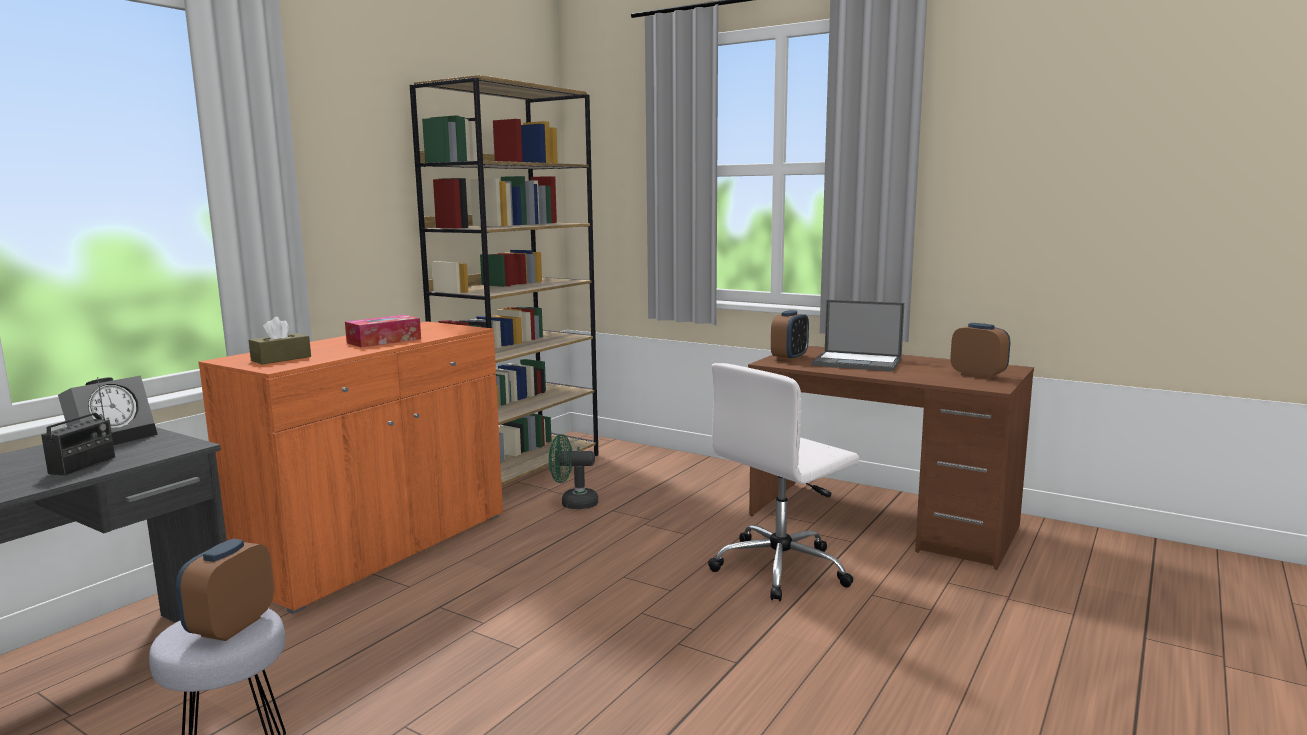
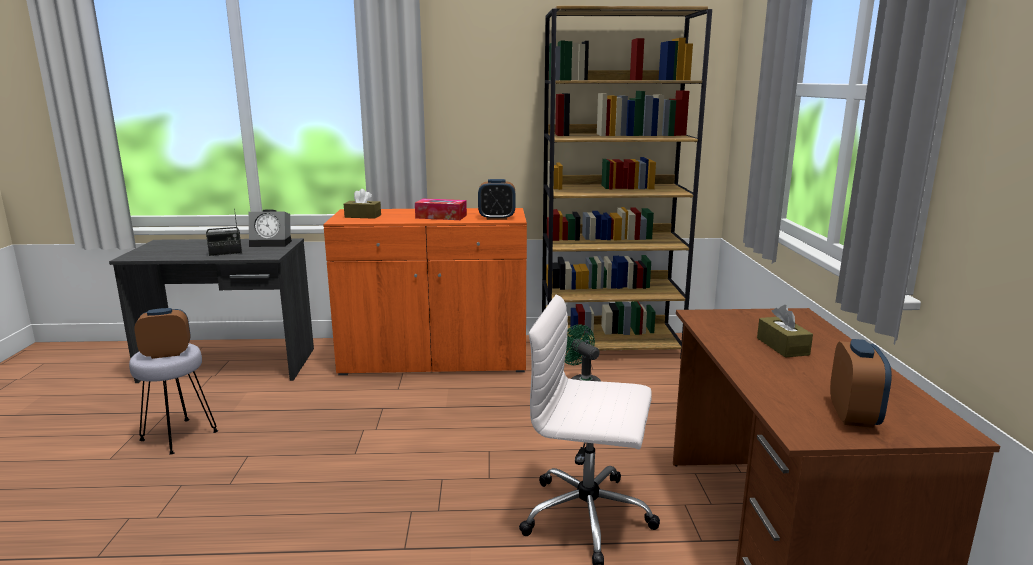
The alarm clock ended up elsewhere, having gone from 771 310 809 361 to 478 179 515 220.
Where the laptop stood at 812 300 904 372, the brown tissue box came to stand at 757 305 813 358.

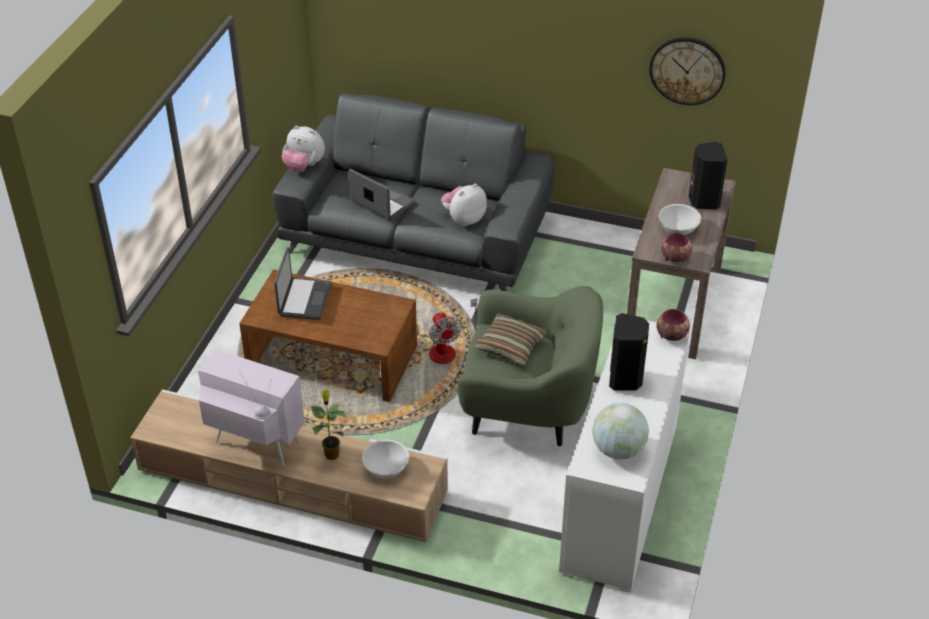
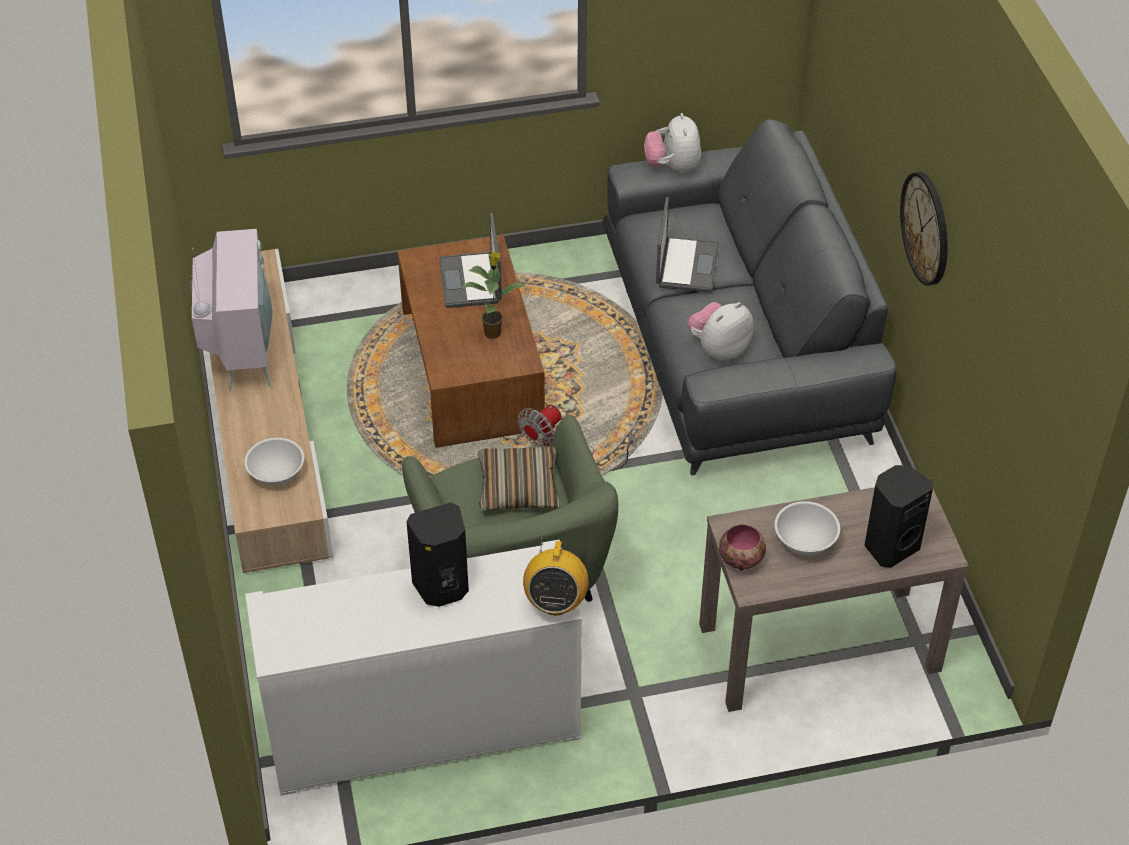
The laptop at 274 247 332 320 ended up facing another way, 105 degrees clockwise from before.
The potted plant ended up elsewhere, having gone from 311 390 347 460 to 461 251 525 339.
Where the bowl stood at 656 309 690 341, the radio came to stand at 523 539 589 616.
The plush toy at 441 183 487 226 ended up facing another way, 60 degrees counterclockwise from before.
The wall clock ended up elsewhere, having gone from 649 37 725 105 to 900 172 948 286.
The second view lost the globe at 592 403 649 460.

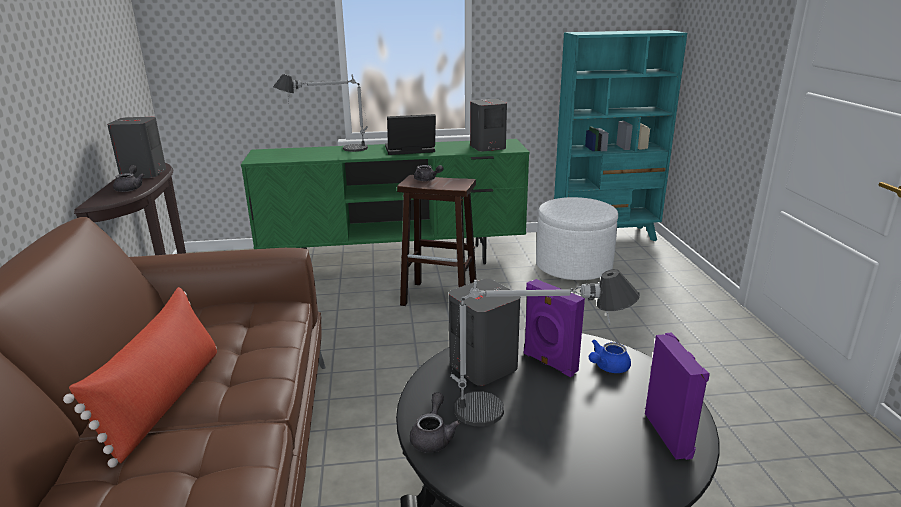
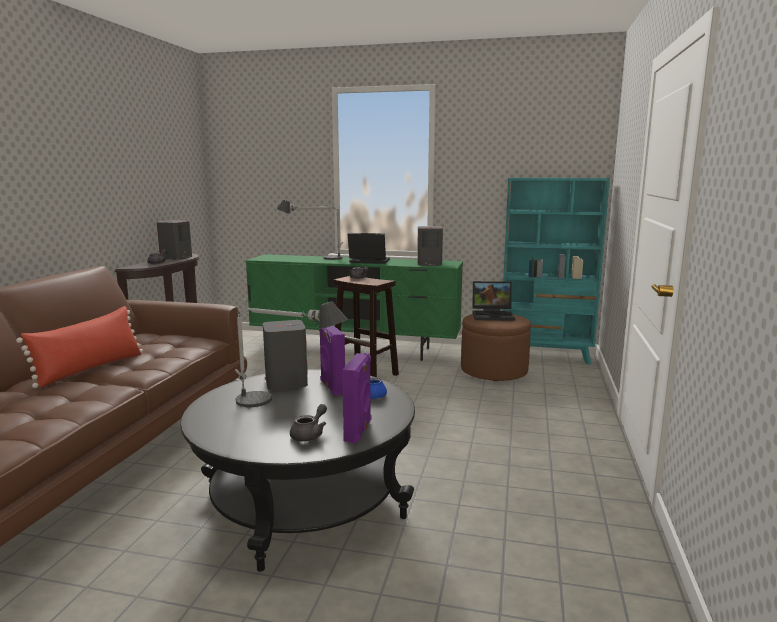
The grey teapot ended up elsewhere, having gone from 410 392 460 453 to 290 404 327 441.
What was the white ottoman at 536 197 618 280 turned into the brown ottoman at 461 314 531 381.
The second view gained the laptop at 472 281 515 321.

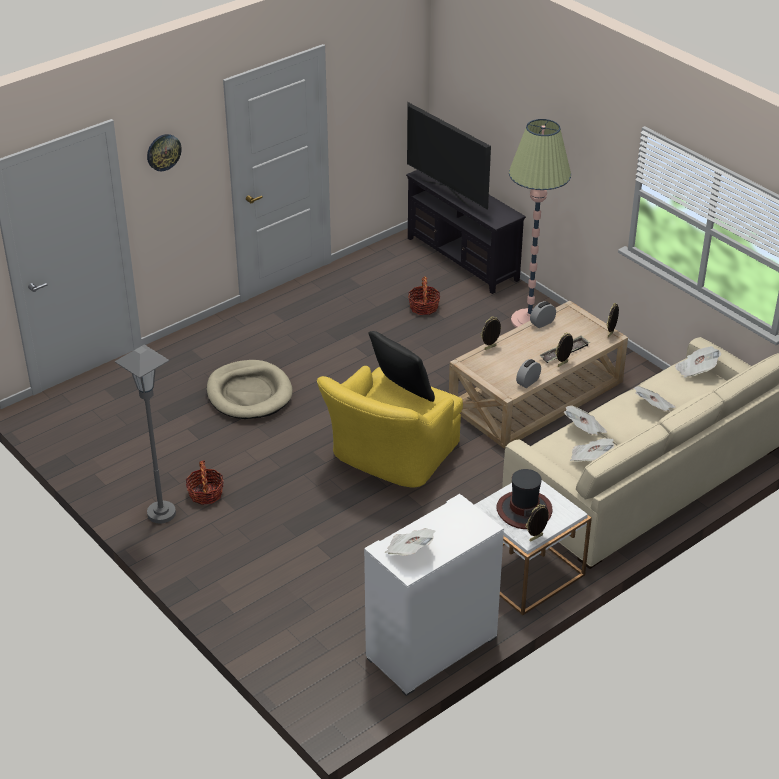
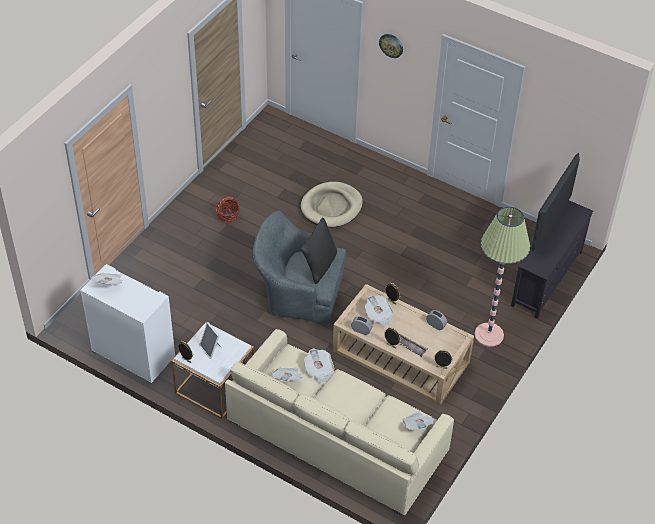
Where the hat stood at 496 469 553 529, the picture frame came to stand at 199 322 222 359.
What was the yellow armchair at 317 366 463 487 turned into the grey armchair at 253 211 346 324.
The newspaper ended up elsewhere, having gone from 634 386 676 411 to 365 295 394 327.
The second view lost the grey floor lamp at 115 344 176 523.
The second view lost the basket at 408 276 440 315.

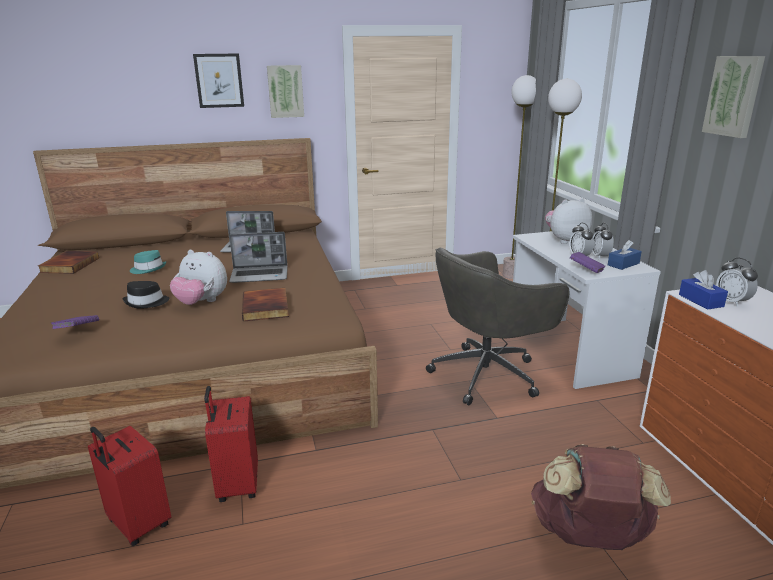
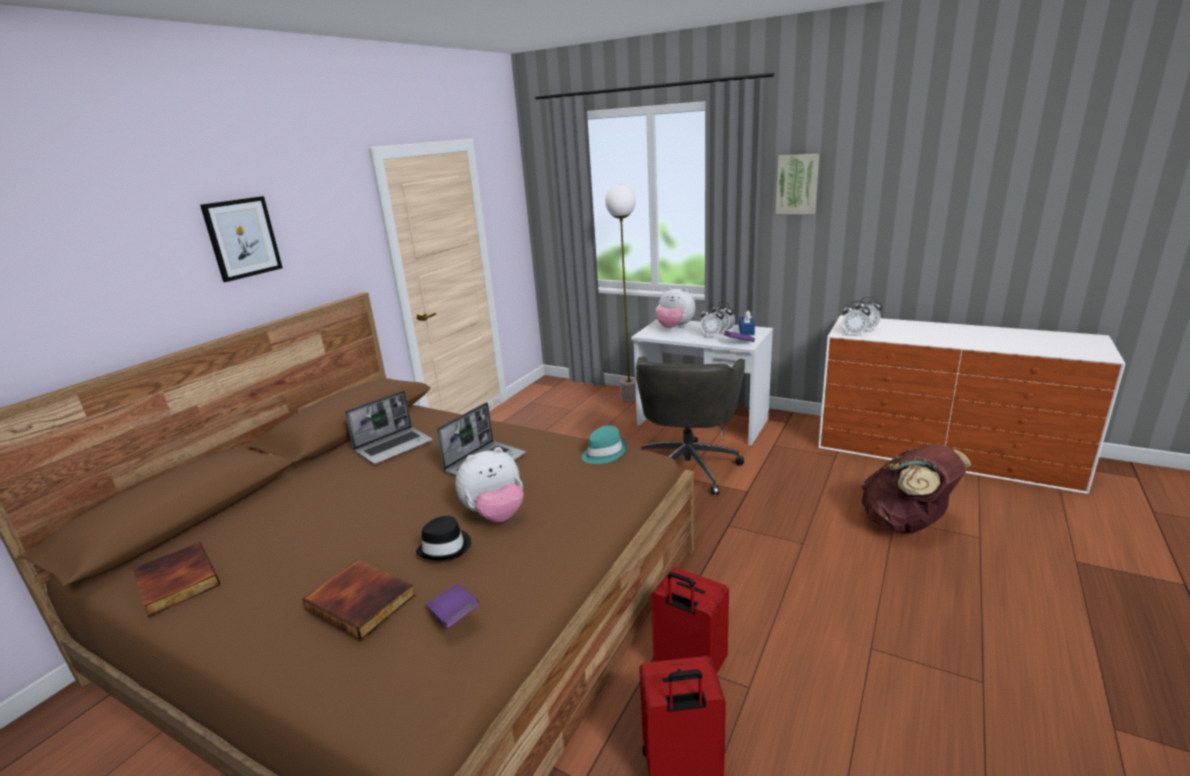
The book ended up elsewhere, having gone from 242 288 289 321 to 302 560 415 640.
The turquoise hat ended up elsewhere, having gone from 130 250 166 274 to 582 425 627 464.
The plush toy at 545 198 592 244 ended up facing another way, 90 degrees counterclockwise from before.
Where the blue tissue box stood at 679 270 728 310, the alarm clock came to stand at 842 301 871 337.
The second view lost the picture at 267 65 304 118.
The second view lost the floor lamp at 503 75 536 279.

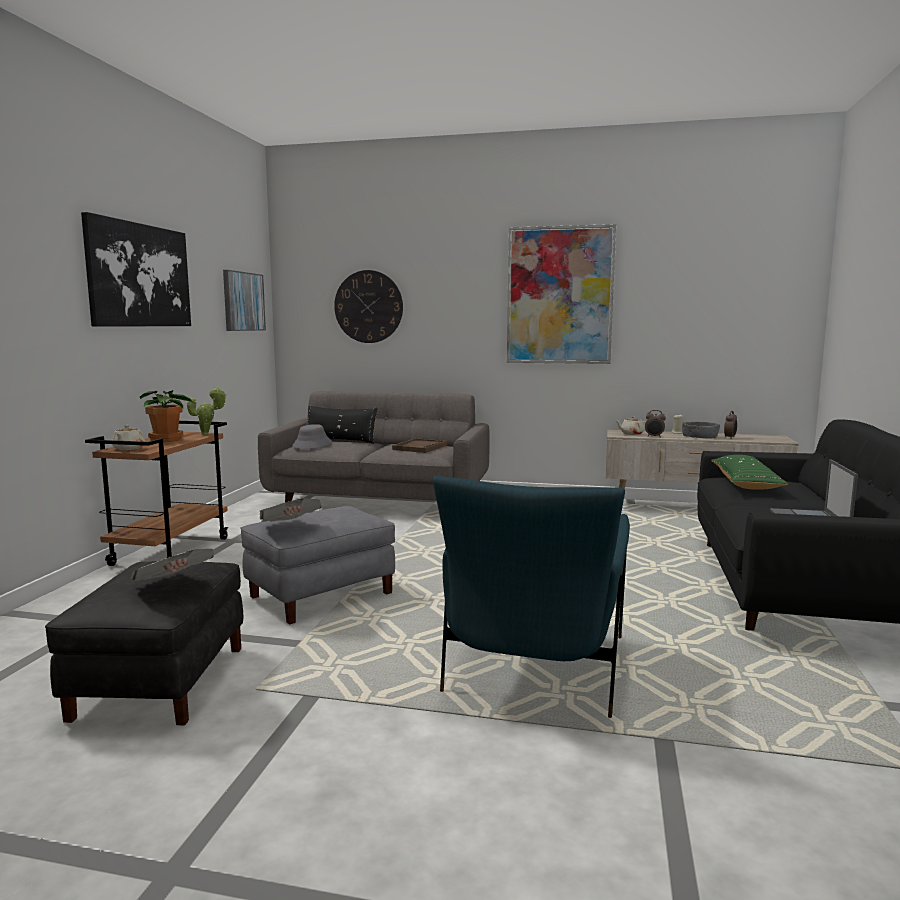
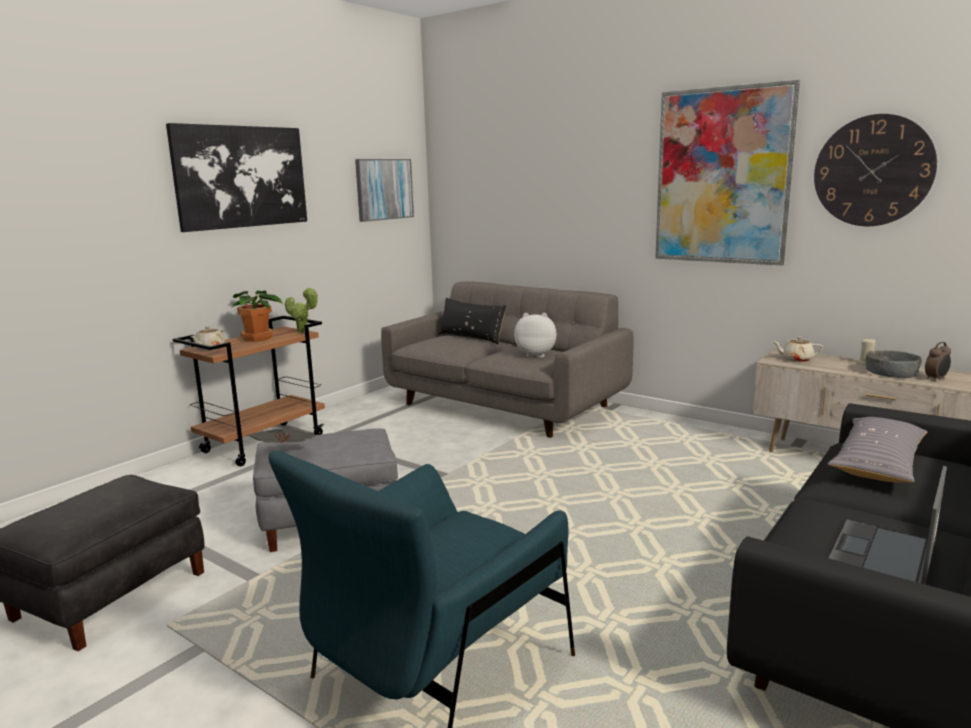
Where the brown tray stood at 392 438 447 453, the plush toy came to stand at 514 313 557 358.
The wall clock ended up elsewhere, having gone from 334 270 403 343 to 814 114 937 226.
What was the green pillow at 711 455 788 489 turned into the grey pillow at 828 417 928 482.
The second view lost the newspaper at 130 549 214 581.
The second view lost the grey hat at 292 424 332 449.
The second view lost the alarm clock at 645 410 666 437.

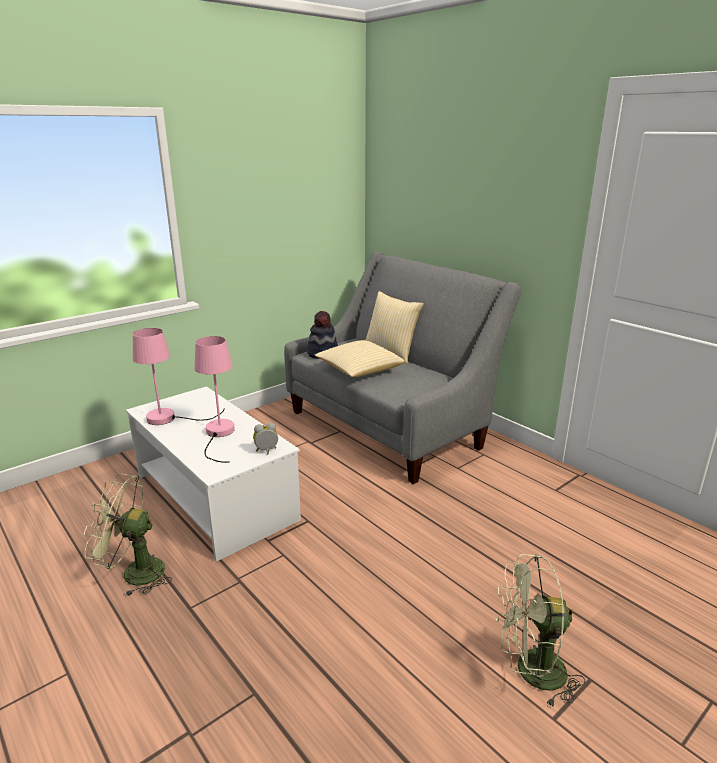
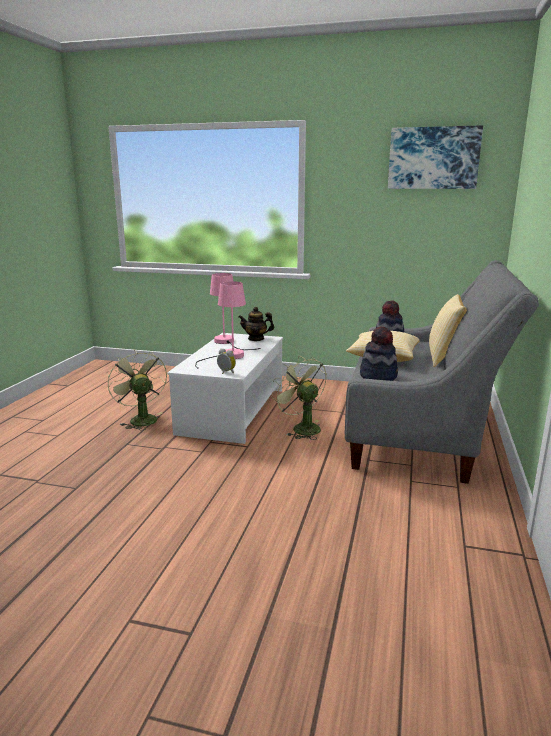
The second view gained the teapot at 239 307 274 341.
The green fan ended up elsewhere, having gone from 496 554 585 709 to 272 356 327 440.
The second view gained the hat at 360 326 398 381.
The second view gained the picture at 388 125 483 189.

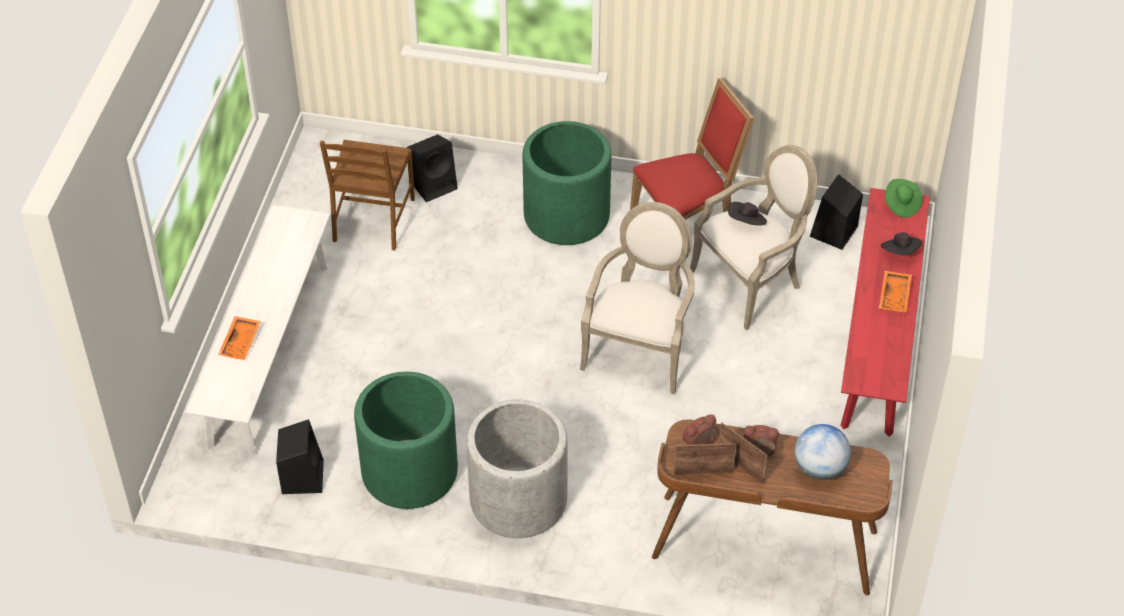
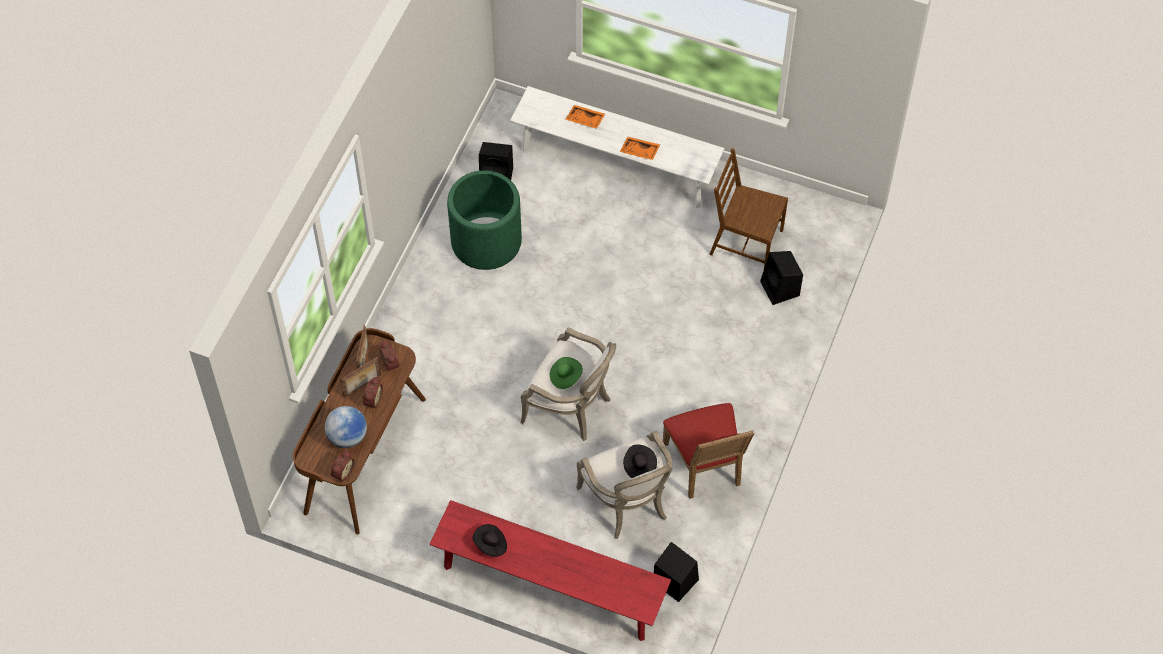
The second view gained the alarm clock at 331 450 355 482.
The black hat ended up elsewhere, having gone from 881 232 922 256 to 473 524 507 557.
The green hat ended up elsewhere, having gone from 885 179 923 218 to 550 357 583 389.
The orange tray ended up elsewhere, having gone from 879 271 912 312 to 620 137 660 160.
The second view lost the grey planter at 466 399 568 538.
The second view lost the green planter at 522 121 611 245.

